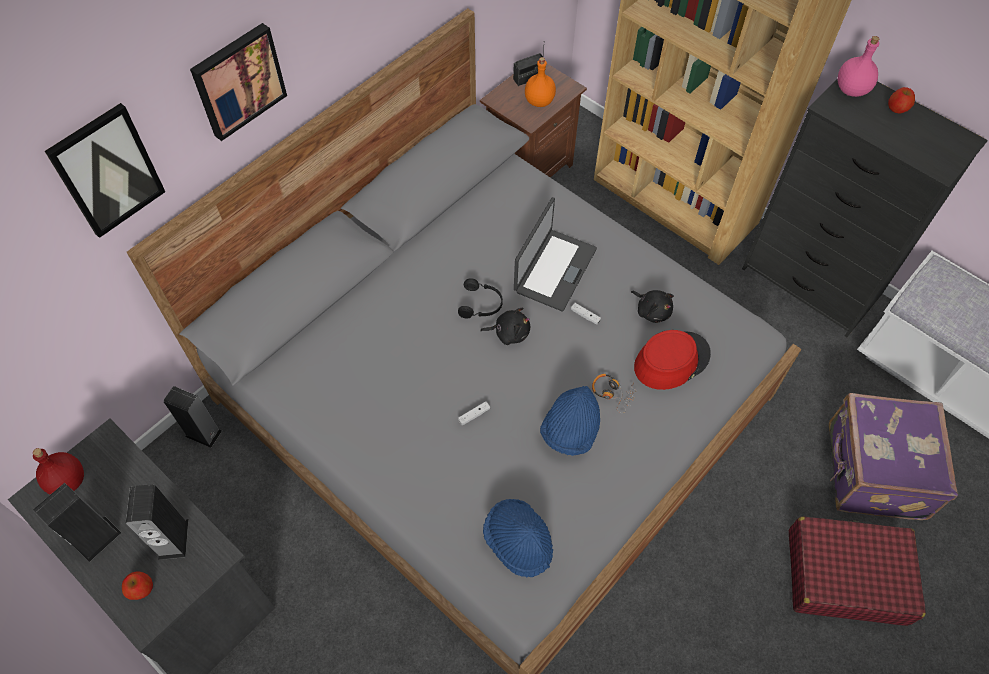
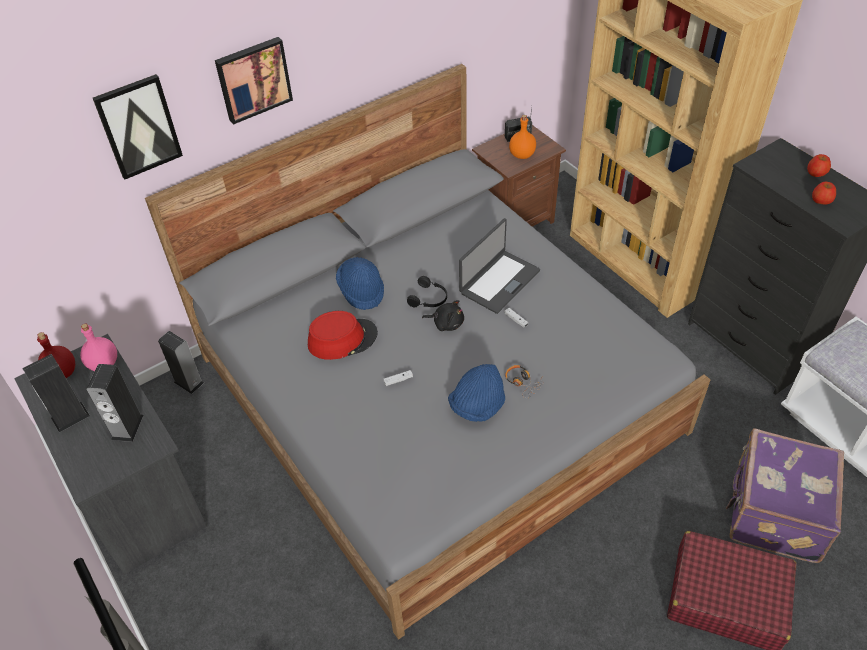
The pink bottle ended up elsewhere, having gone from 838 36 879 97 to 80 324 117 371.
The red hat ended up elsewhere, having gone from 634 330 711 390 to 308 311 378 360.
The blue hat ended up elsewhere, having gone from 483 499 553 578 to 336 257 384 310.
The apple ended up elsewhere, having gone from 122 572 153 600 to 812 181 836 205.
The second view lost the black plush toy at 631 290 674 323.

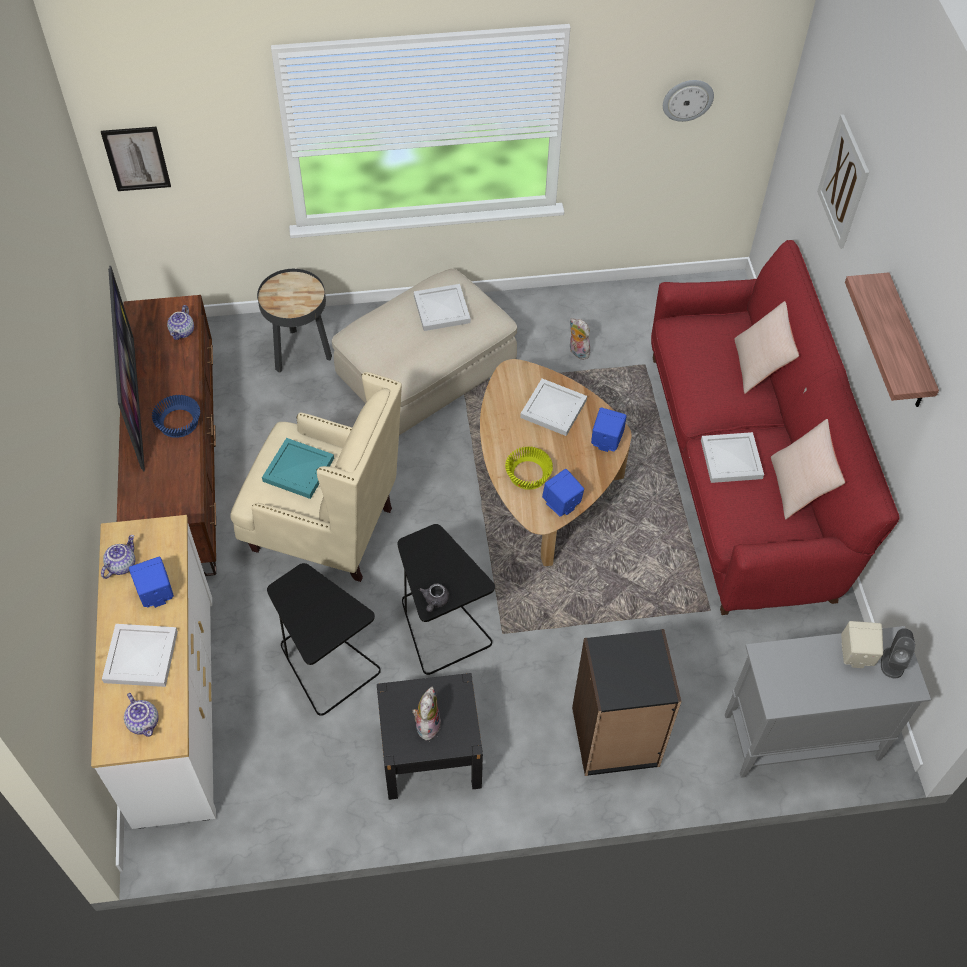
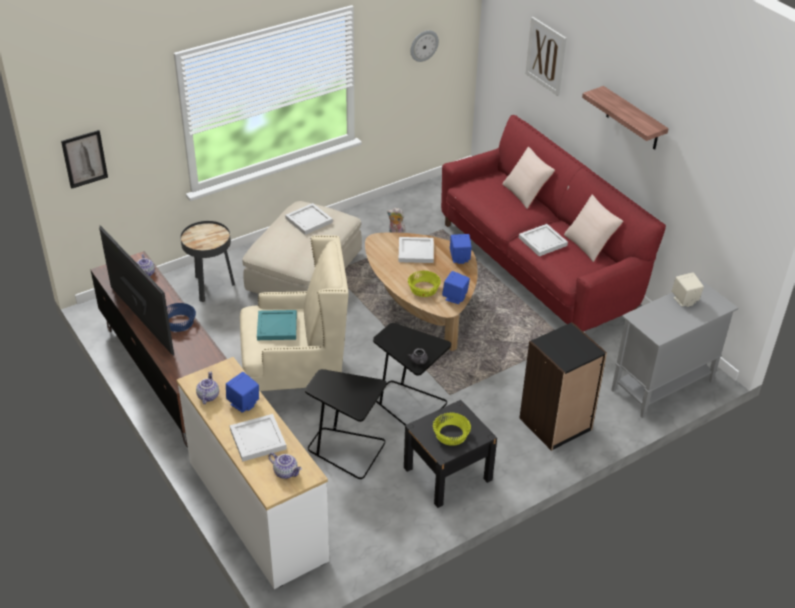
Where the plush toy stood at 412 687 440 740, the yellow bowl came to stand at 433 413 471 446.
The second view lost the grey speaker at 881 628 915 678.

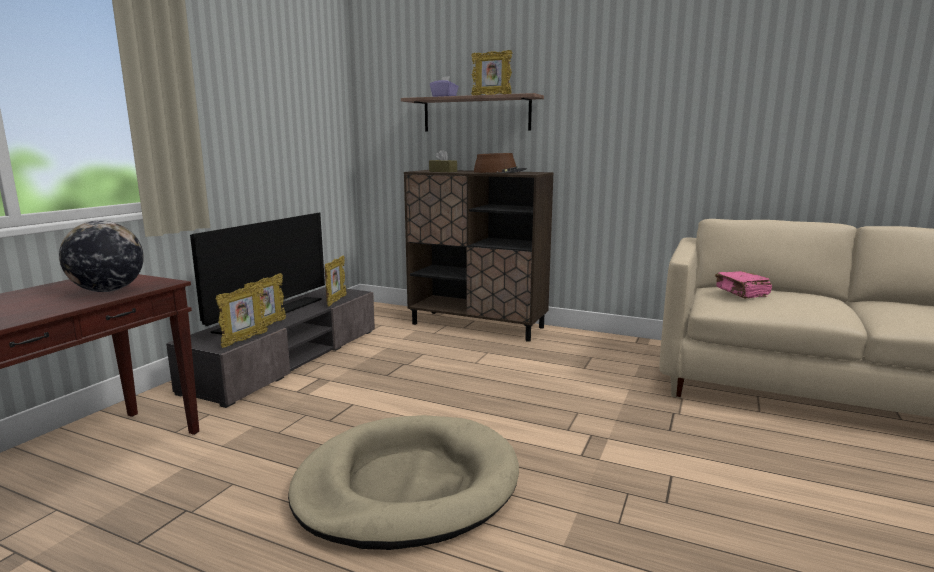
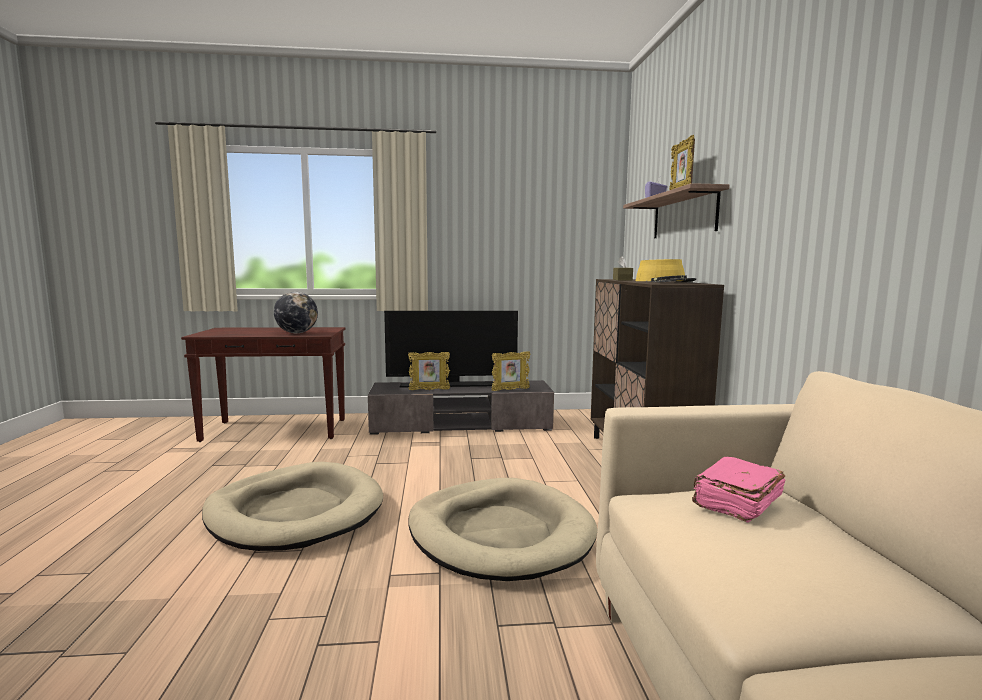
The second view gained the beige dog bed at 409 478 597 581.
What was the brown hat at 474 153 527 173 turned into the yellow hat at 636 259 696 282.
The second view lost the picture frame at 216 283 268 348.

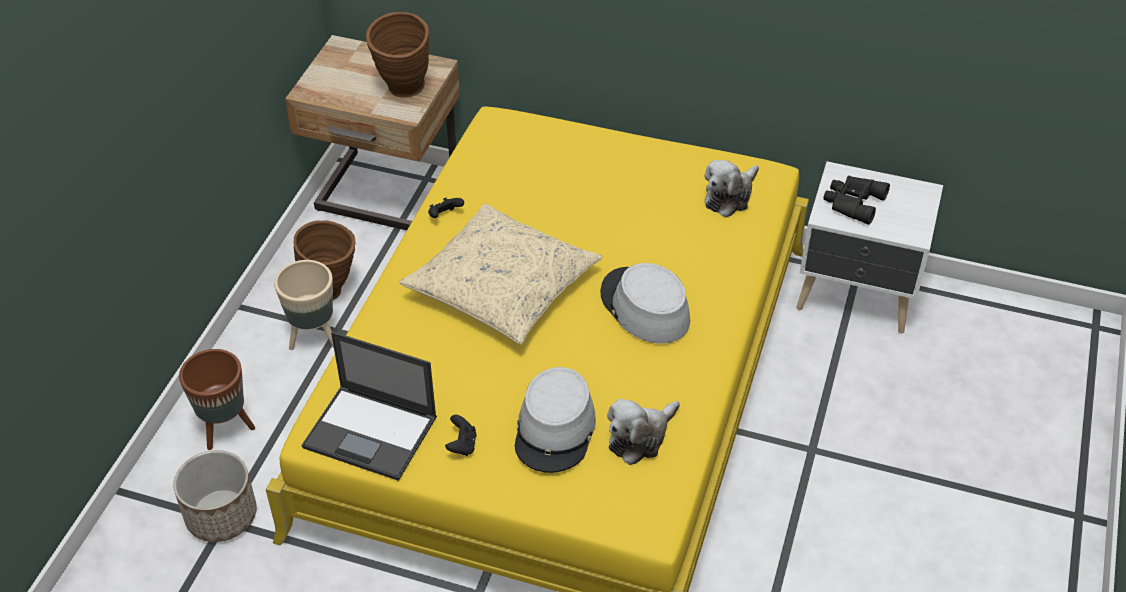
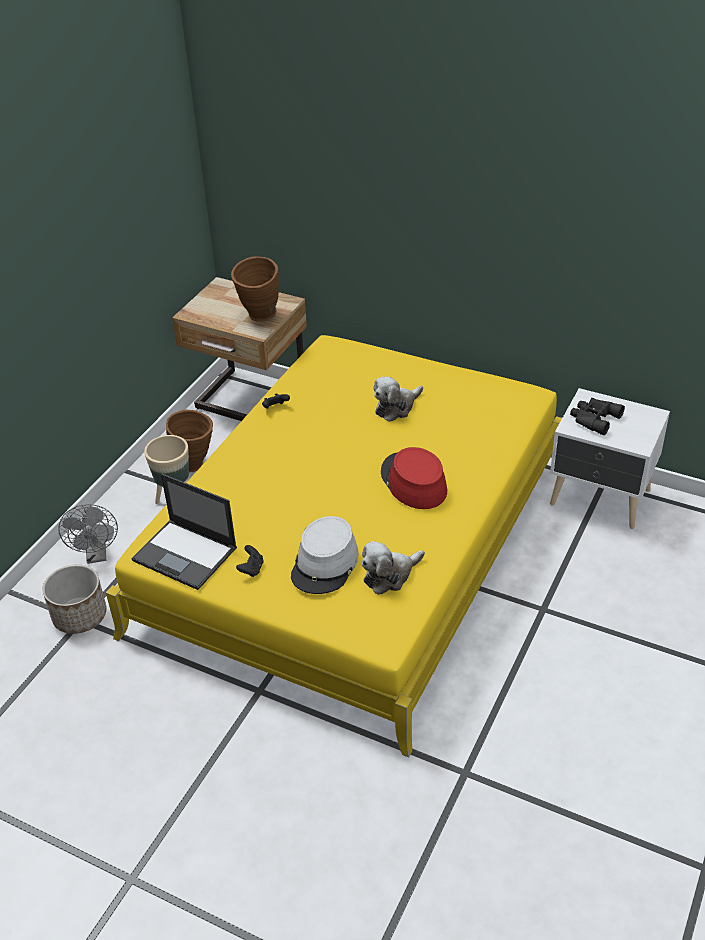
Where the brown planter stood at 179 349 255 450, the grey fan came to stand at 58 504 118 564.
The plush toy ended up elsewhere, having gone from 704 160 759 217 to 373 377 423 422.
What was the grey hat at 600 263 690 344 turned into the red hat at 381 447 447 509.
The second view lost the beige pillow at 400 203 602 345.

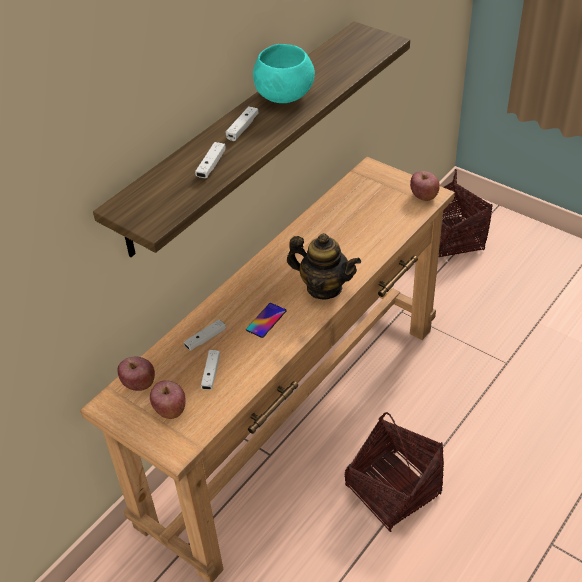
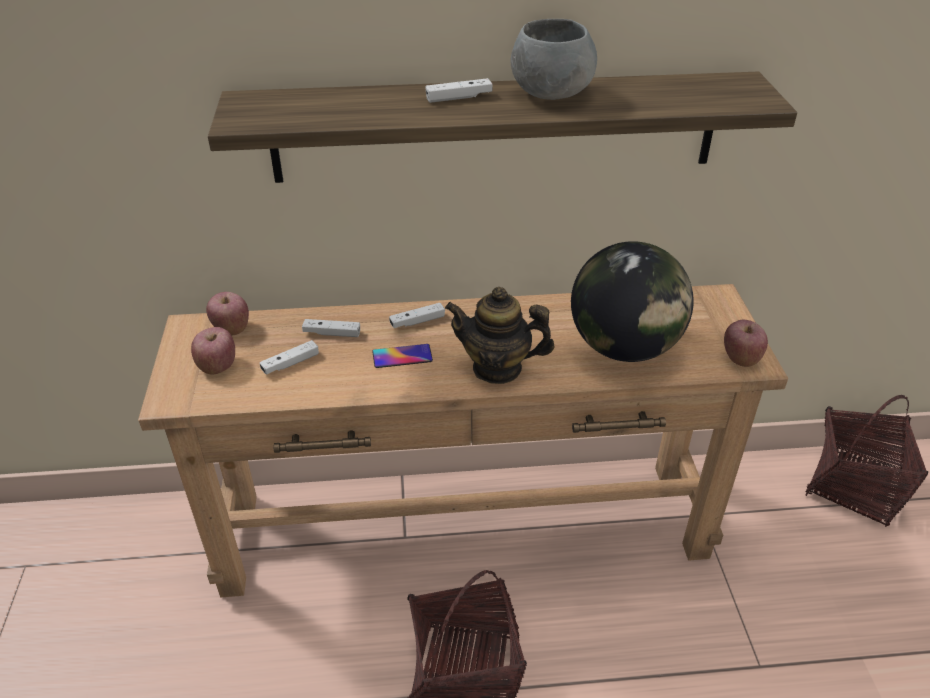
The white game controller ended up elsewhere, having gone from 195 142 226 178 to 389 303 445 328.
The teapot at 287 233 361 299 ended up facing another way, 120 degrees clockwise from before.
What was the turquoise bowl at 253 44 315 103 turned into the grey bowl at 511 19 597 100.
The second view gained the globe at 571 241 694 362.

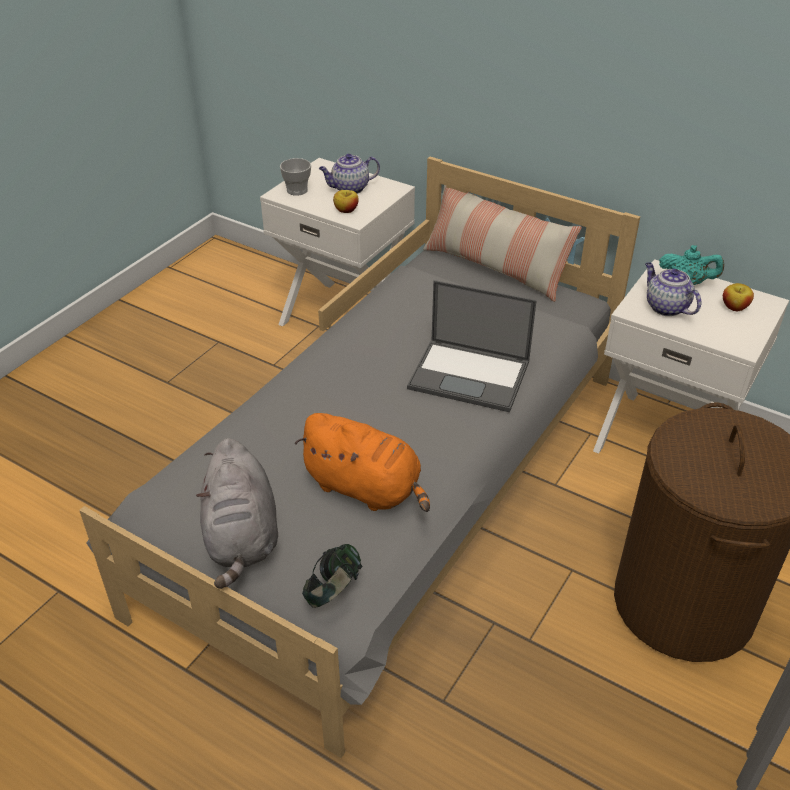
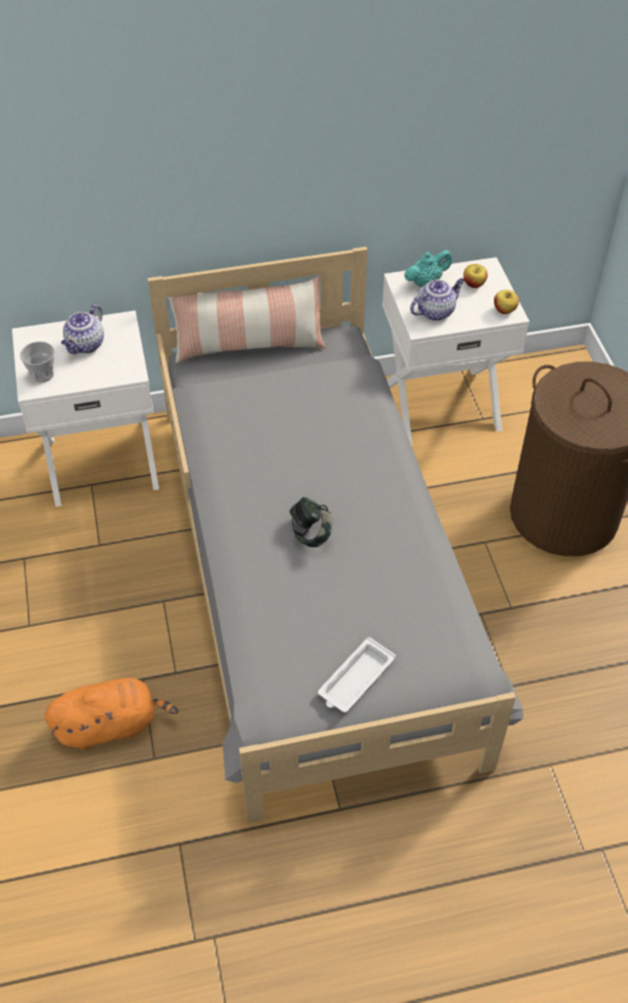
The orange plush toy ended up elsewhere, having gone from 295 413 430 512 to 45 678 178 750.
The headphones ended up elsewhere, having gone from 302 544 362 608 to 289 497 333 547.
Where the grey plush toy stood at 196 438 278 589, the white tray came to stand at 318 637 396 713.
The teapot at 645 262 702 316 ended up facing another way, 135 degrees clockwise from before.
The apple ended up elsewhere, having gone from 333 190 359 213 to 494 290 519 314.
The second view lost the laptop at 407 280 537 412.

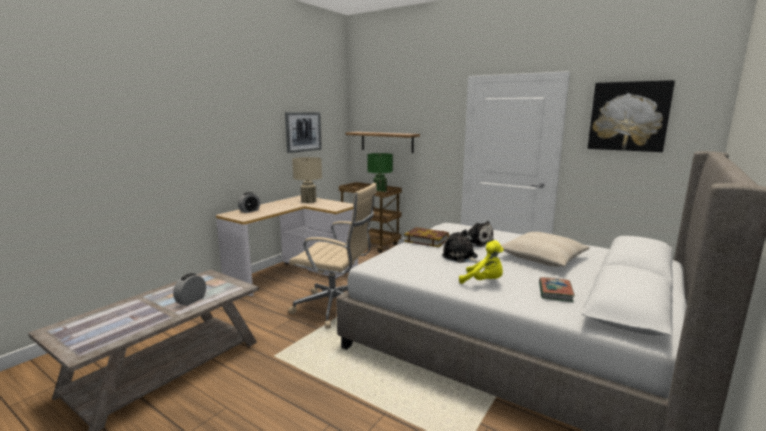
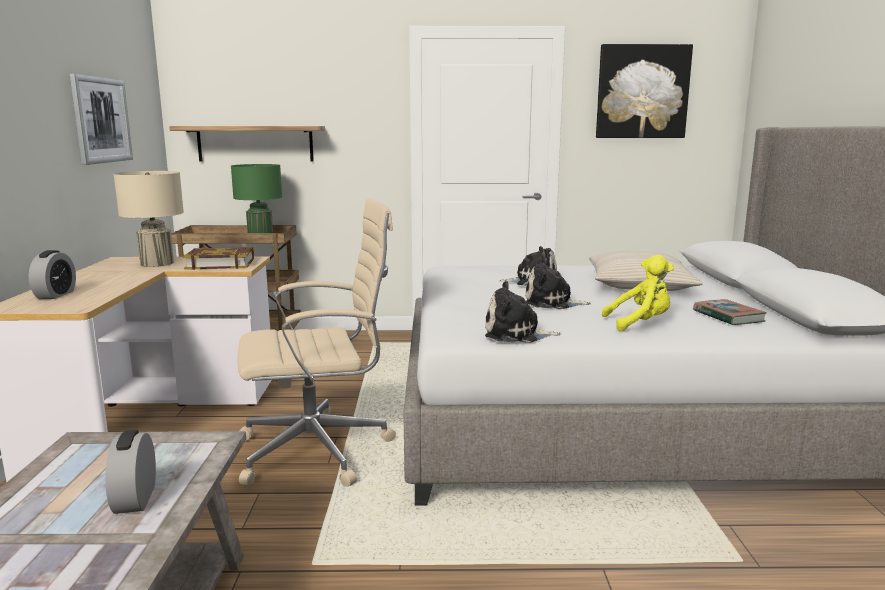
The book ended up elsewhere, having gone from 404 227 449 247 to 182 246 254 270.
The second view gained the plush toy at 485 281 561 343.

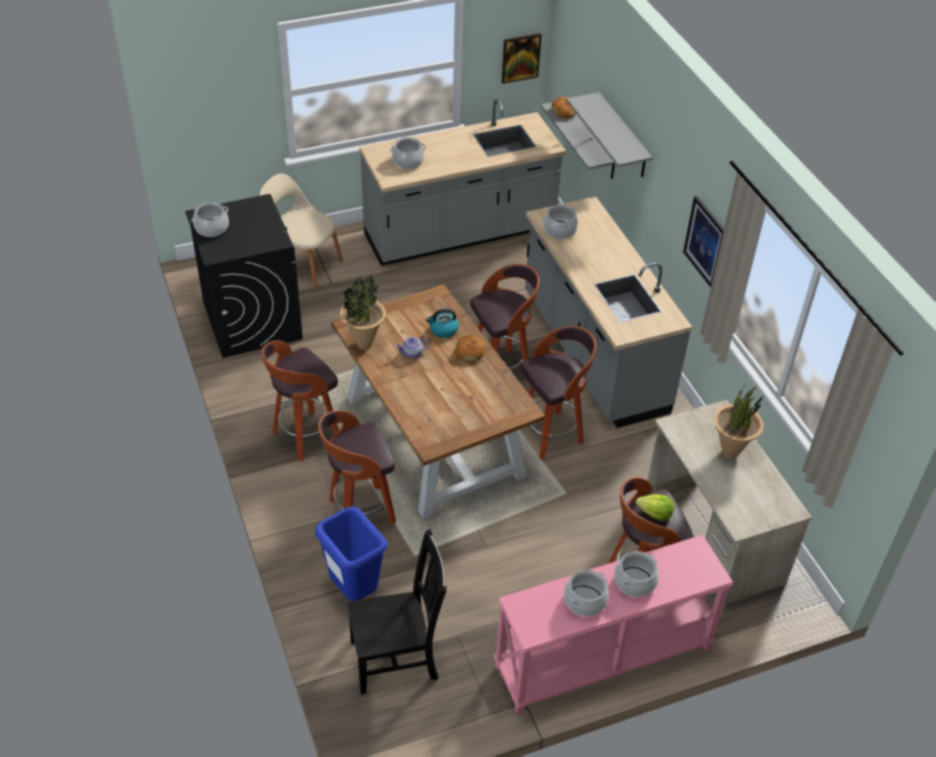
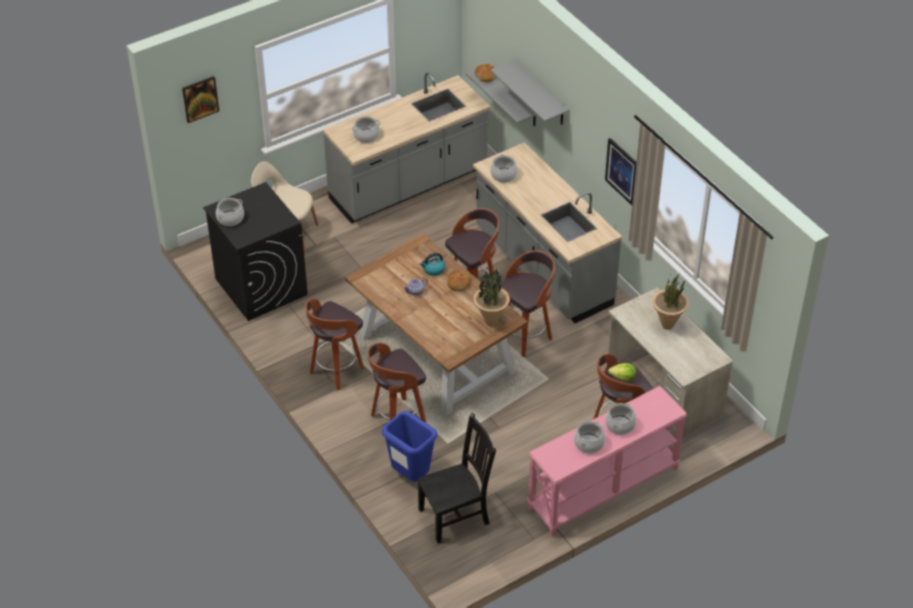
The picture ended up elsewhere, having gone from 502 33 542 84 to 182 76 219 123.
The potted plant ended up elsewhere, having gone from 340 275 386 350 to 474 268 510 327.

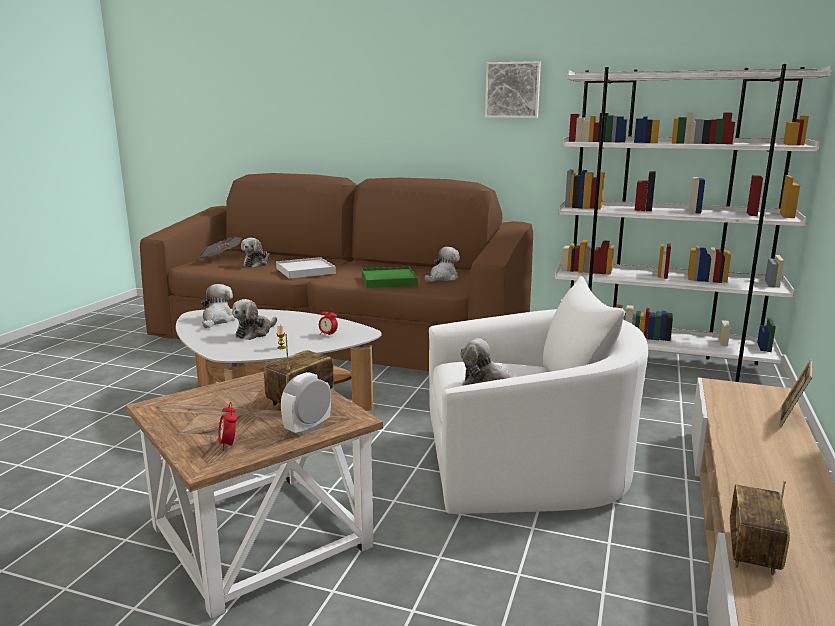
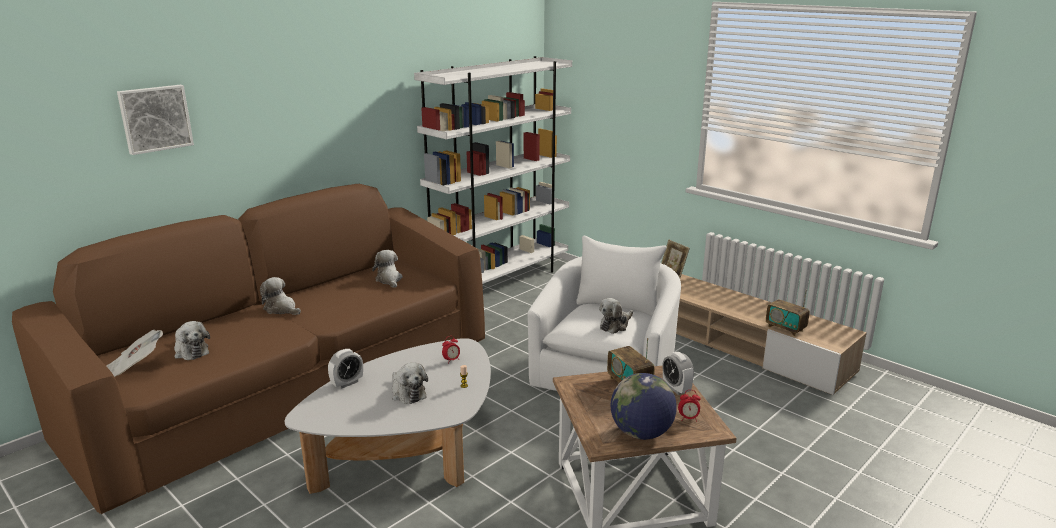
The picture ended up elsewhere, having gone from 485 61 541 118 to 117 85 194 155.
The plush toy ended up elsewhere, having gone from 201 284 235 328 to 260 277 301 315.
The second view gained the alarm clock at 328 349 363 389.
The second view gained the globe at 611 373 677 440.
The second view lost the white tray at 276 257 336 279.
The second view lost the green tray at 362 267 418 288.

